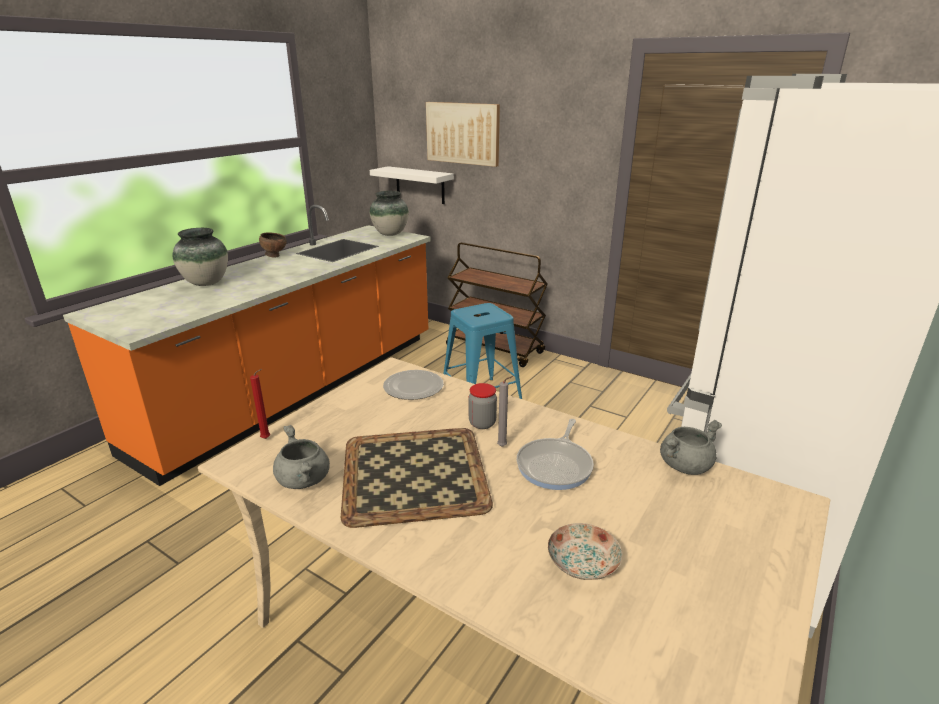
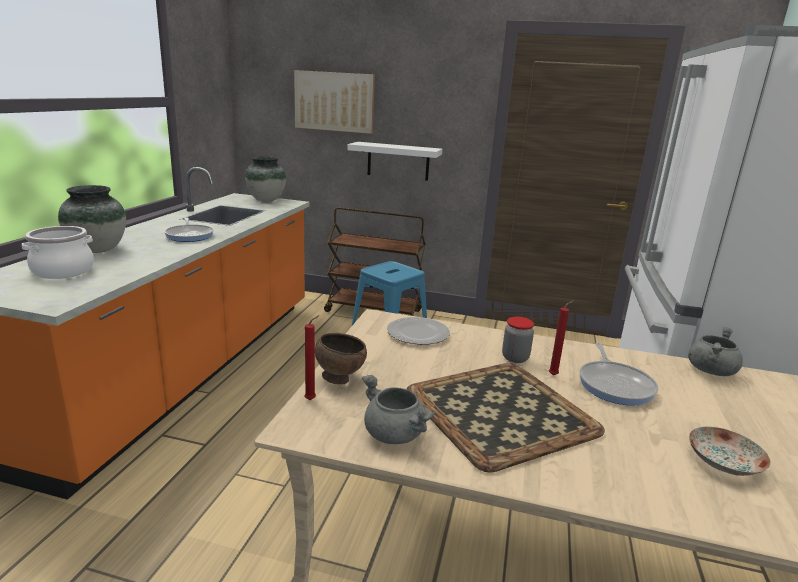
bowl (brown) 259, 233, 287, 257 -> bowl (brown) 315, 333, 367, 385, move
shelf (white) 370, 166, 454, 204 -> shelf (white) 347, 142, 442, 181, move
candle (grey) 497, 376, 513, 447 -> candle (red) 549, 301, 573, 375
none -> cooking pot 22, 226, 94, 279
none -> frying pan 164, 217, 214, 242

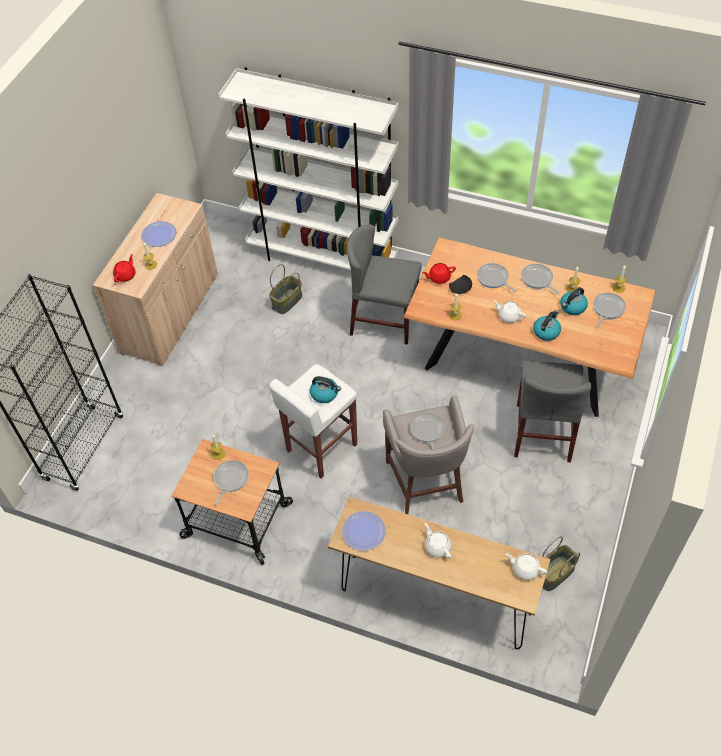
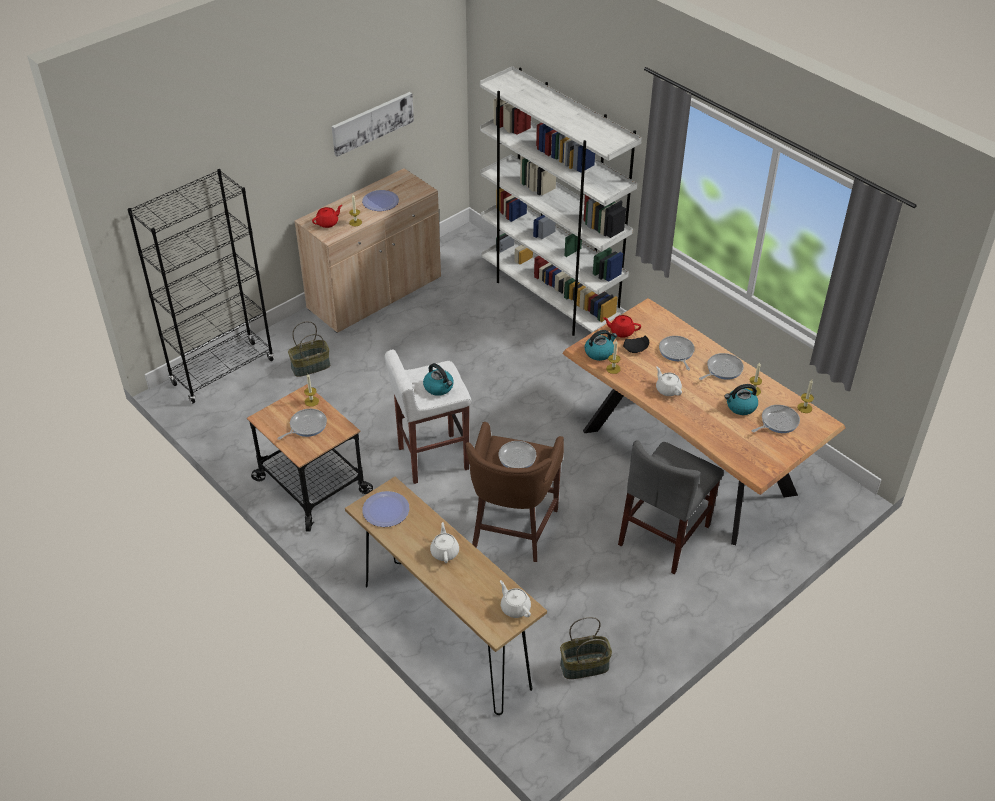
basket 269, 264, 302, 314 -> basket 288, 321, 330, 377, move
chair (grey) 347, 224, 422, 345 -> none
stool (grey) 383, 395, 474, 514 -> stool (brown) 465, 422, 564, 562
frying pan 521, 264, 560, 294 -> frying pan 699, 353, 744, 380, 60 degrees clockwise
kettle 533, 310, 561, 341 -> kettle 585, 330, 617, 361, move
none -> picture 332, 92, 414, 157

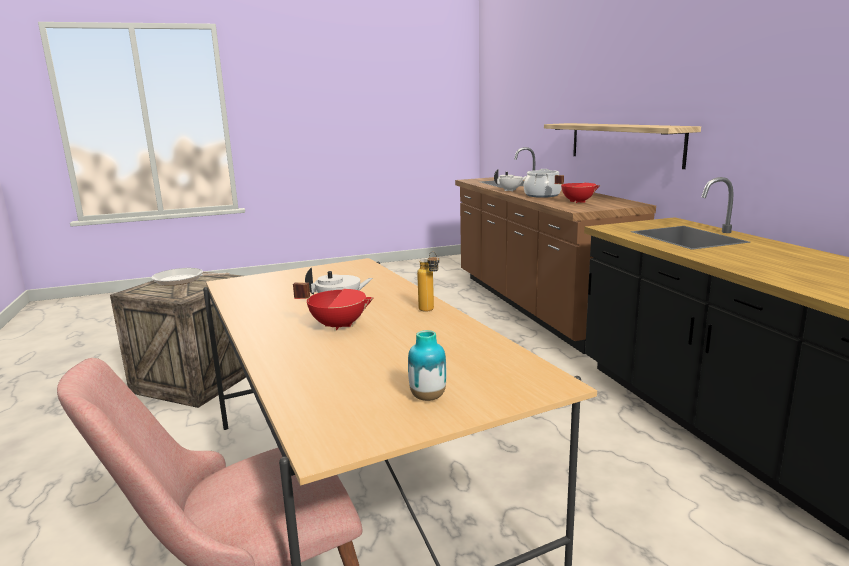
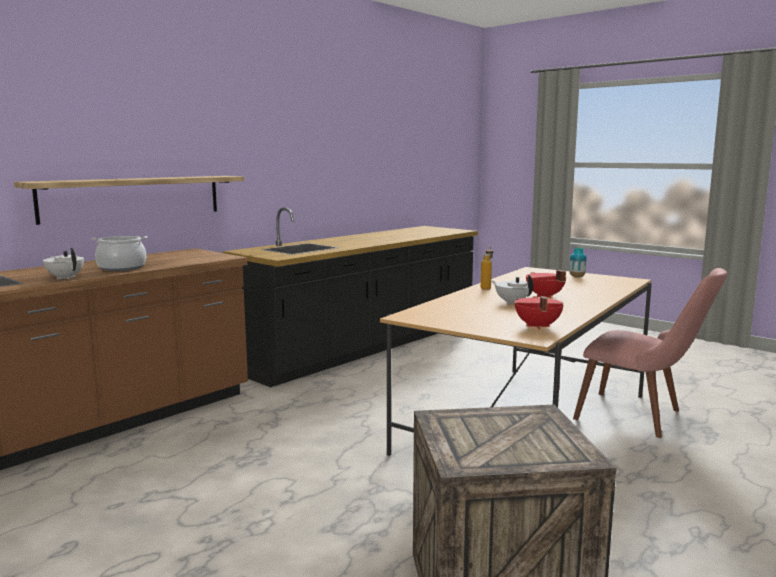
frying pan 151, 268, 230, 286 -> none
cooking pot (red) 555, 175, 600, 203 -> cooking pot (red) 514, 296, 564, 329, move

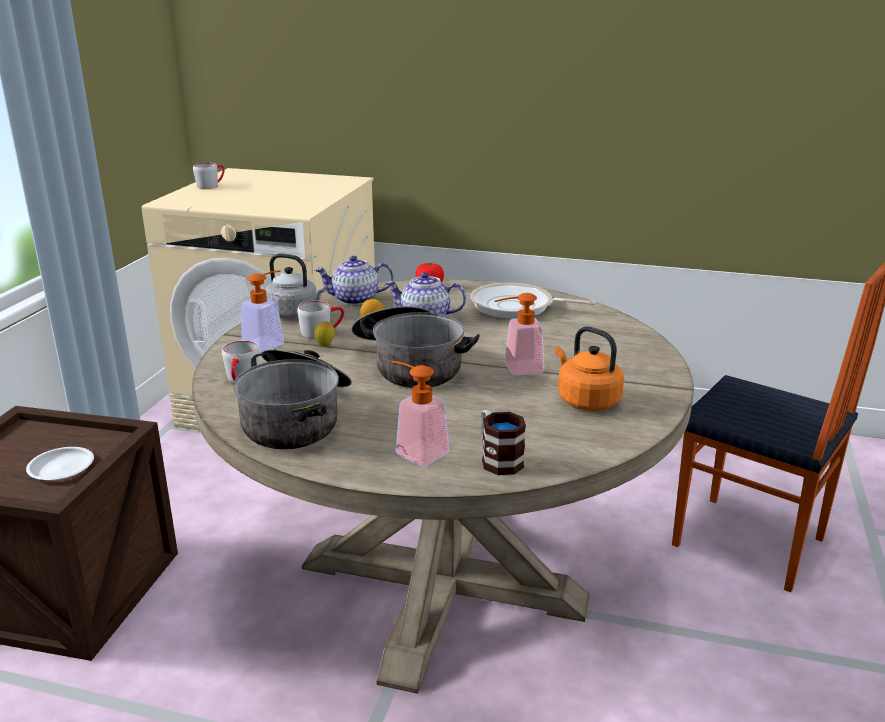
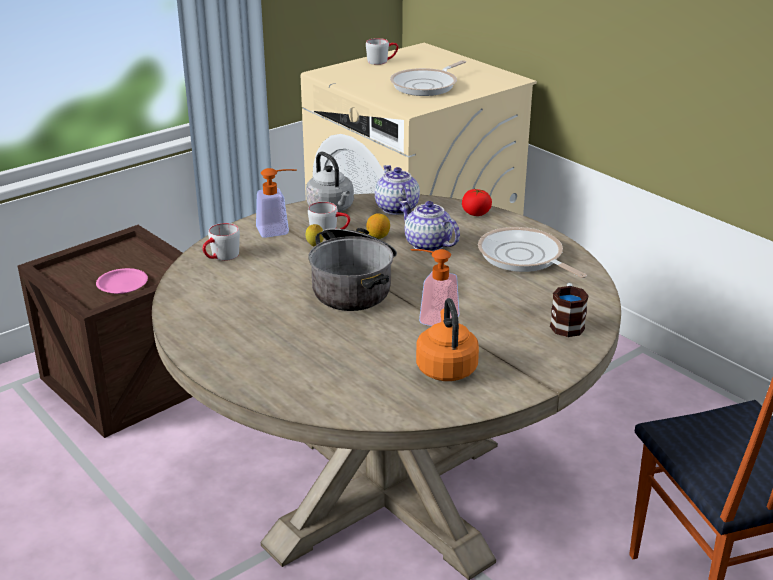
plate (white) 26, 447, 94, 481 -> plate (pink) 96, 268, 148, 294
cooking pot 233, 349, 352, 449 -> none
teapot 315, 256, 394, 305 -> teapot 375, 165, 420, 215, 45 degrees clockwise
soap dispenser 392, 361, 450, 466 -> none
mug 481, 410, 526, 475 -> mug 550, 283, 589, 337, move
none -> frying pan 390, 60, 466, 96

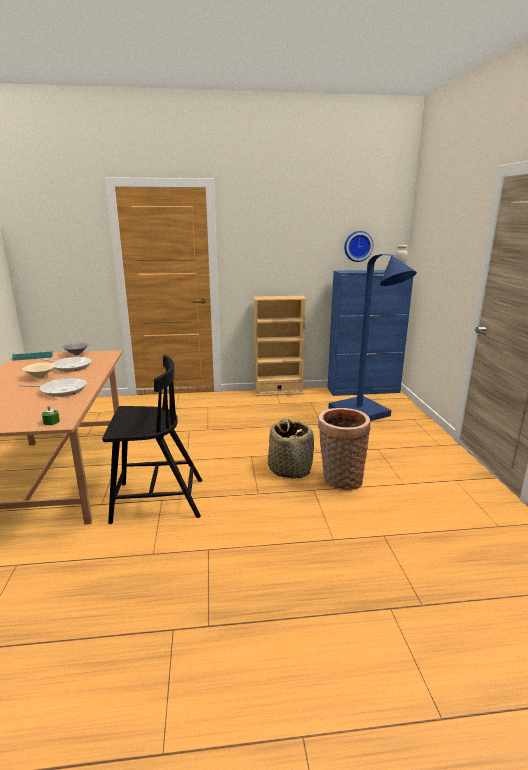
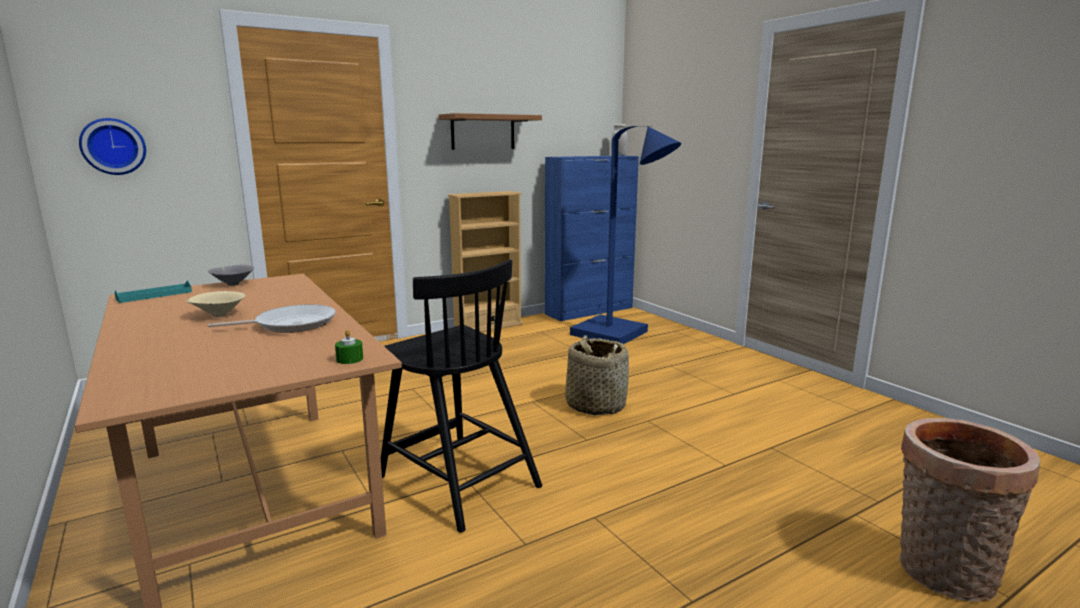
frying pan 41, 357, 92, 372 -> none
chair (black) 102, 355, 202, 524 -> chair (black) 381, 259, 542, 533, 75 degrees clockwise
basket 318, 408, 371, 491 -> basket 899, 418, 1040, 602, move
wall clock 344, 231, 373, 262 -> wall clock 79, 118, 146, 175, move
none -> shelf 439, 113, 542, 150

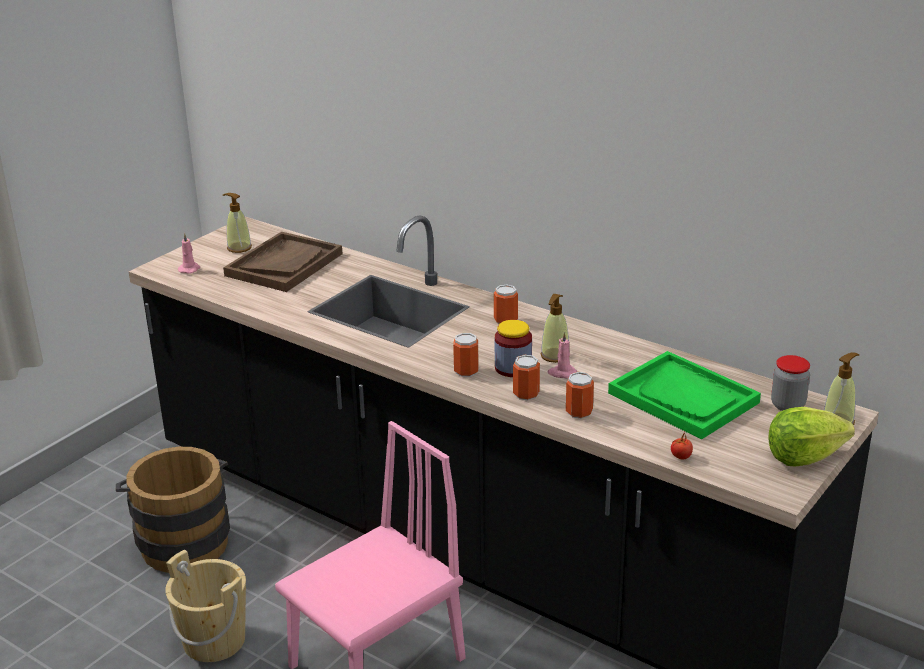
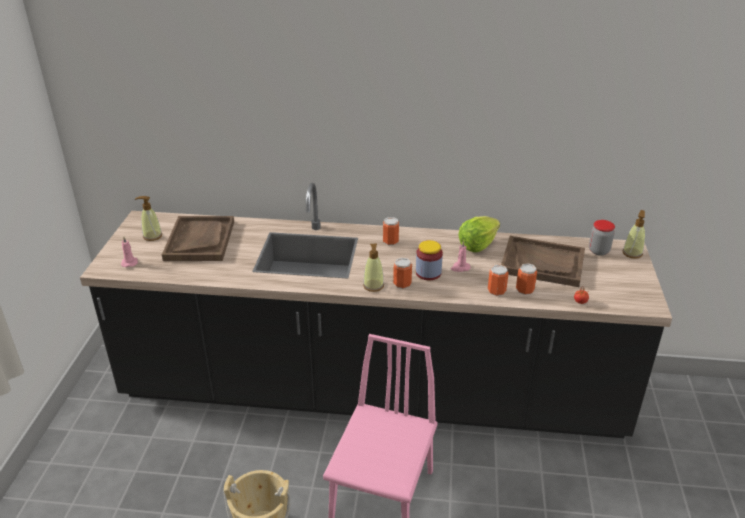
bucket (brown) 116, 447, 230, 573 -> none
can 513, 355, 540, 400 -> can 516, 263, 537, 295, move
soap dispenser 541, 294, 569, 363 -> soap dispenser 363, 244, 384, 292, move
tray (green) 608, 351, 761, 440 -> tray (brown) 501, 236, 585, 287
lettuce 769, 407, 855, 467 -> lettuce 458, 216, 500, 252, move

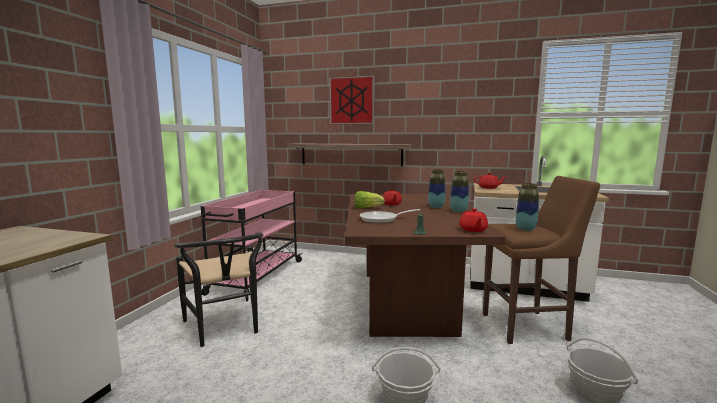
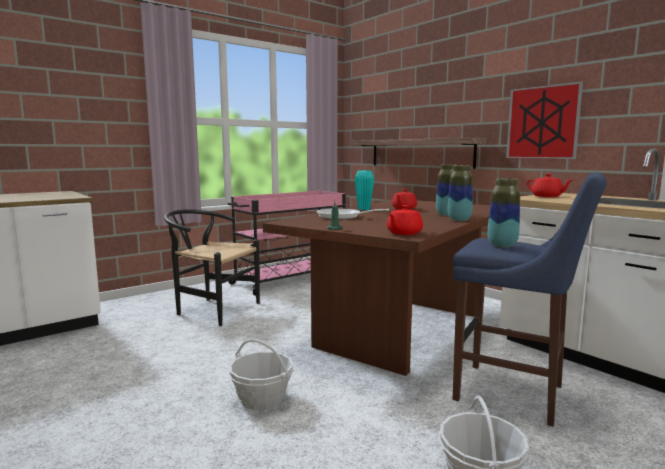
chair (black) 174, 233, 263, 347 -> chair (black) 164, 209, 260, 326, 105 degrees clockwise
picture 329, 75, 374, 124 -> picture 506, 82, 583, 159, move
lettuce 354, 191, 385, 208 -> vase (turquoise) 355, 170, 374, 210
stool (brown) 483, 176, 600, 344 -> stool (blue) 453, 172, 607, 426

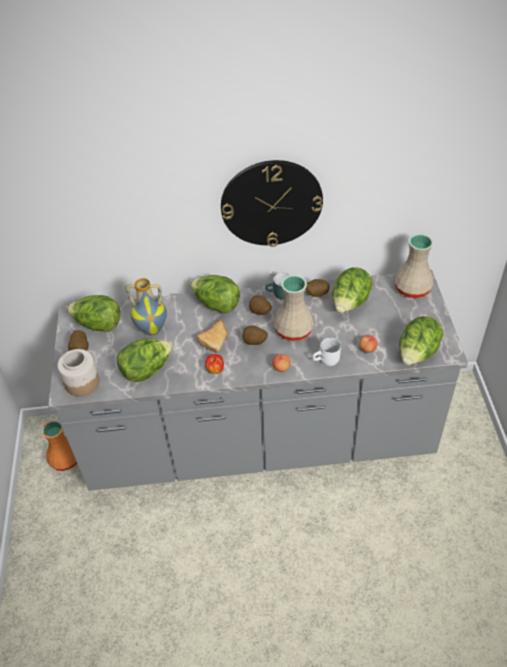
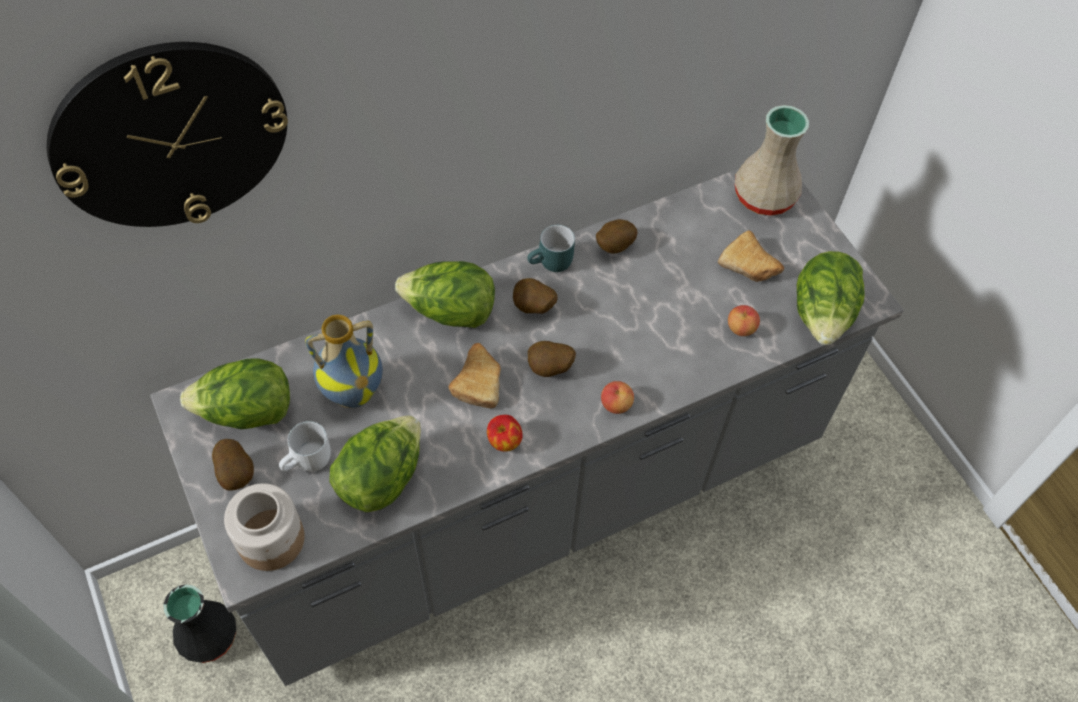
vase (orange) 42, 420, 77, 471 -> vase (black) 163, 584, 236, 663
wall clock 221, 160, 323, 247 -> wall clock 47, 42, 288, 227, move
vase (beige) 274, 275, 314, 341 -> none
mug (white) 312, 337, 341, 366 -> mug (white) 279, 421, 331, 472, move
lettuce 332, 267, 373, 313 -> none
none -> bread 718, 230, 784, 282

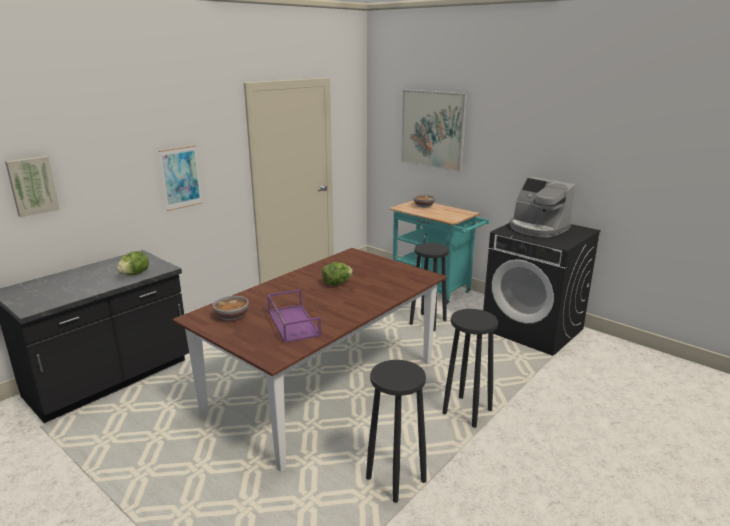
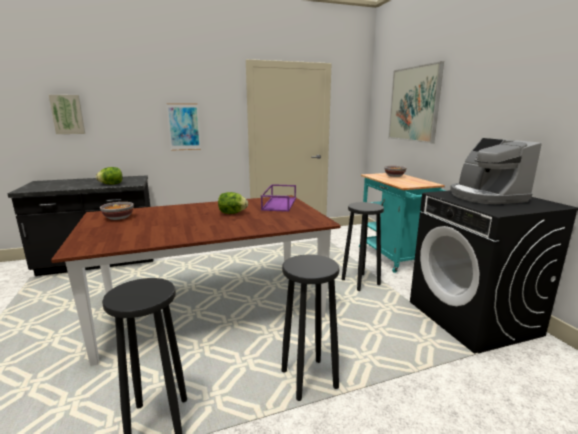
tray (purple) 267, 289, 321, 343 -> tray (purple) 261, 184, 296, 212, move

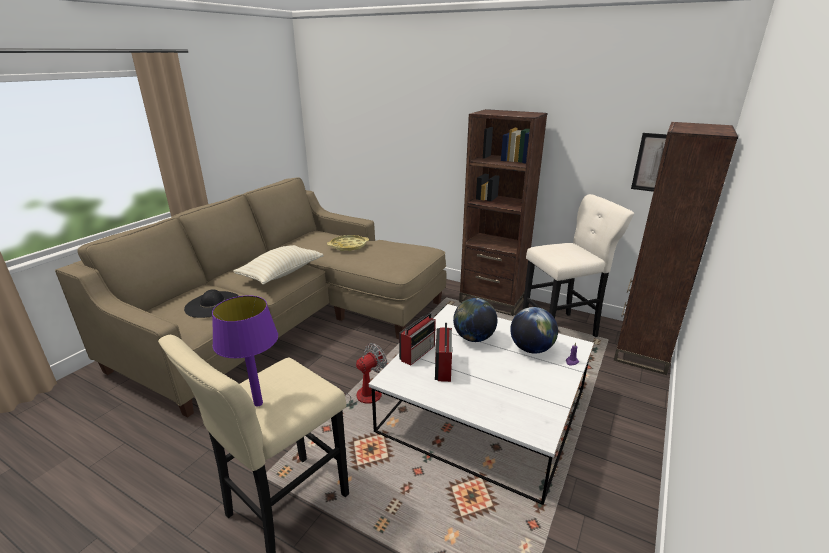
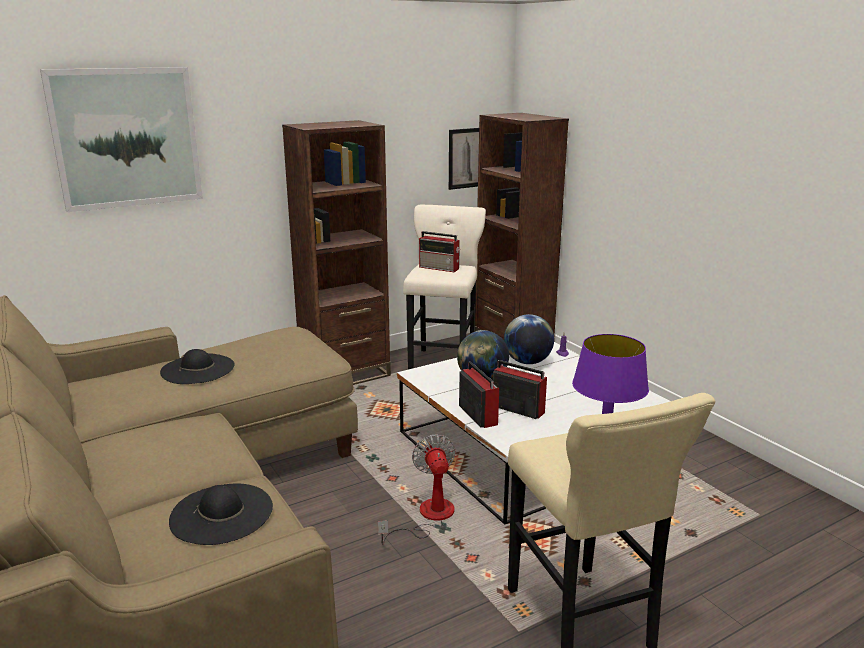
pillow (beige) 233, 245, 324, 285 -> none
tray (yellow) 327, 235, 369, 251 -> hat (black) 160, 349, 234, 384
none -> picture 40, 67, 203, 212
none -> radio 419, 231, 460, 272

